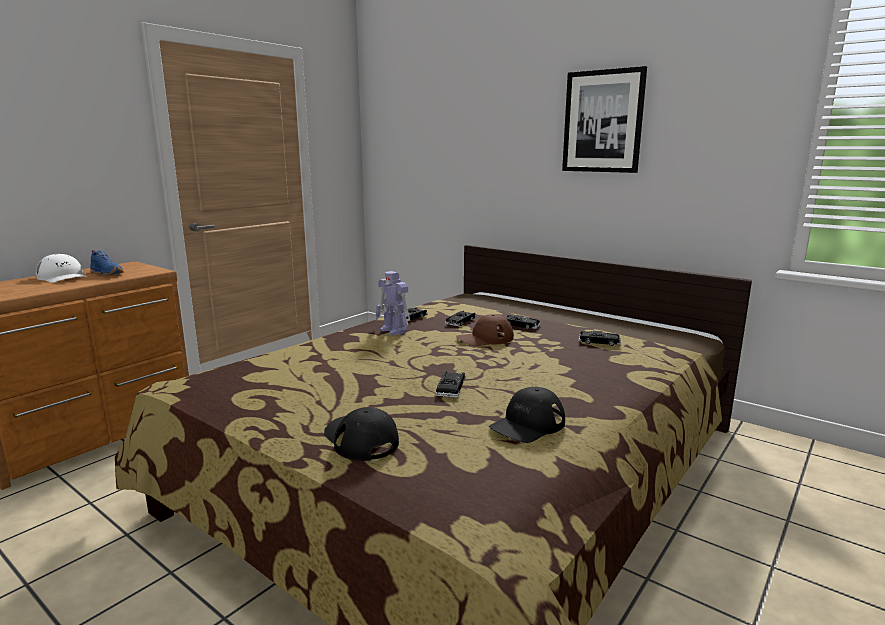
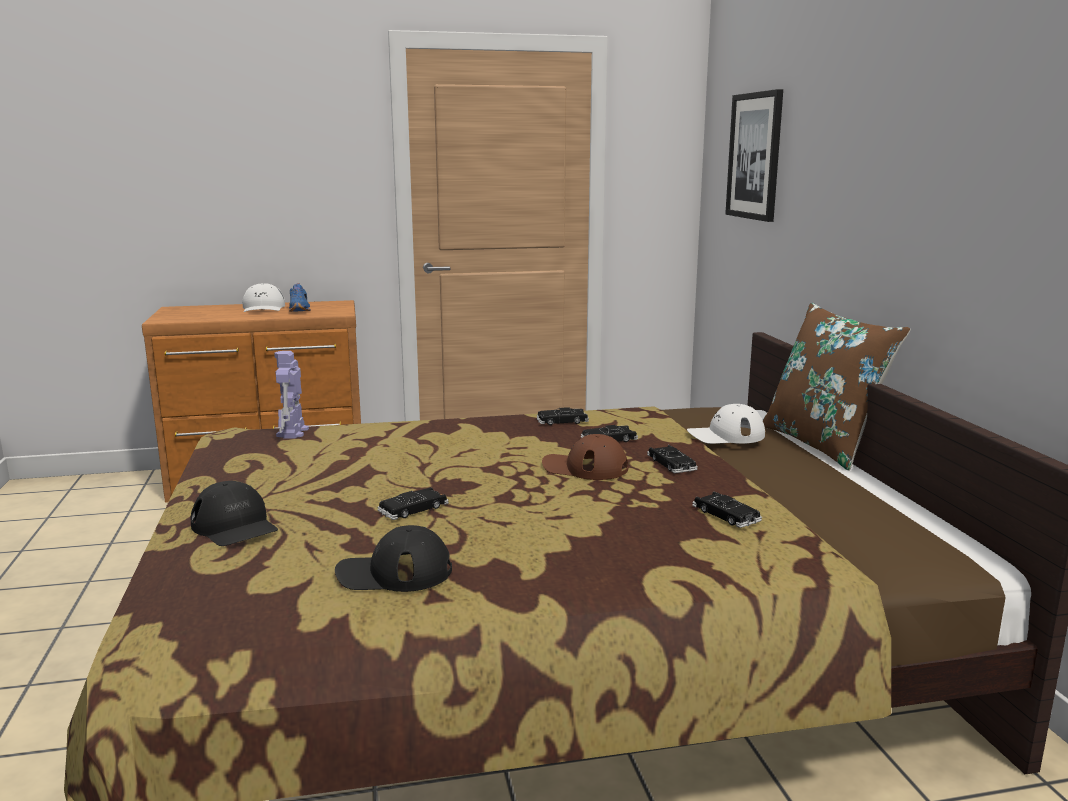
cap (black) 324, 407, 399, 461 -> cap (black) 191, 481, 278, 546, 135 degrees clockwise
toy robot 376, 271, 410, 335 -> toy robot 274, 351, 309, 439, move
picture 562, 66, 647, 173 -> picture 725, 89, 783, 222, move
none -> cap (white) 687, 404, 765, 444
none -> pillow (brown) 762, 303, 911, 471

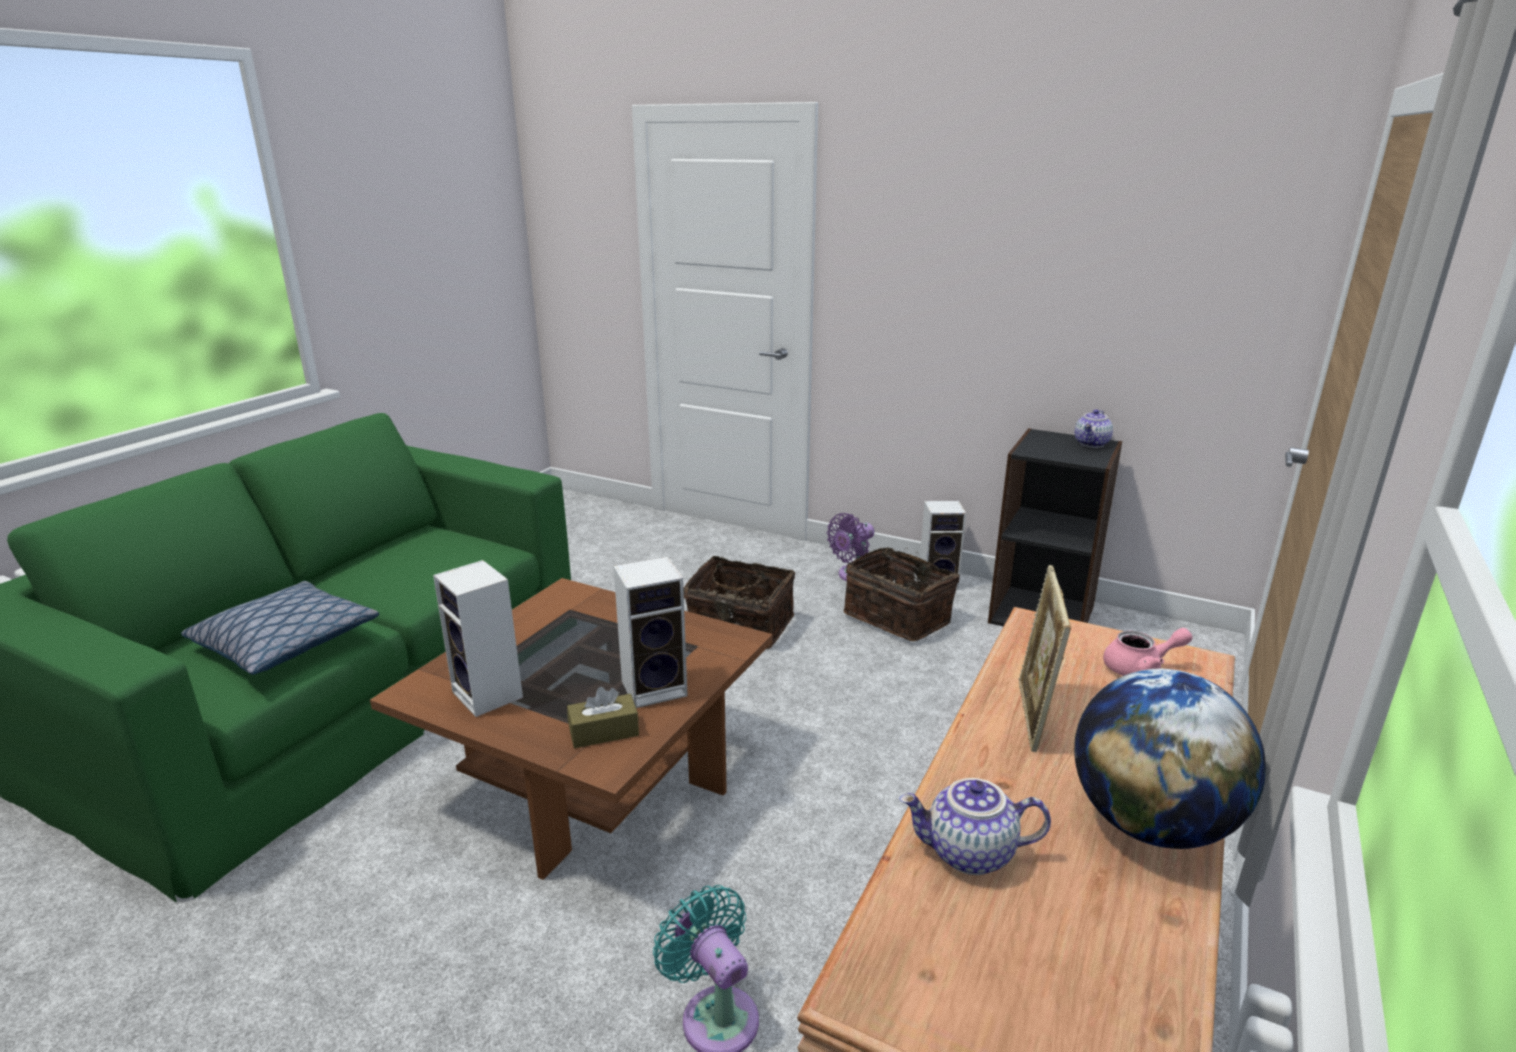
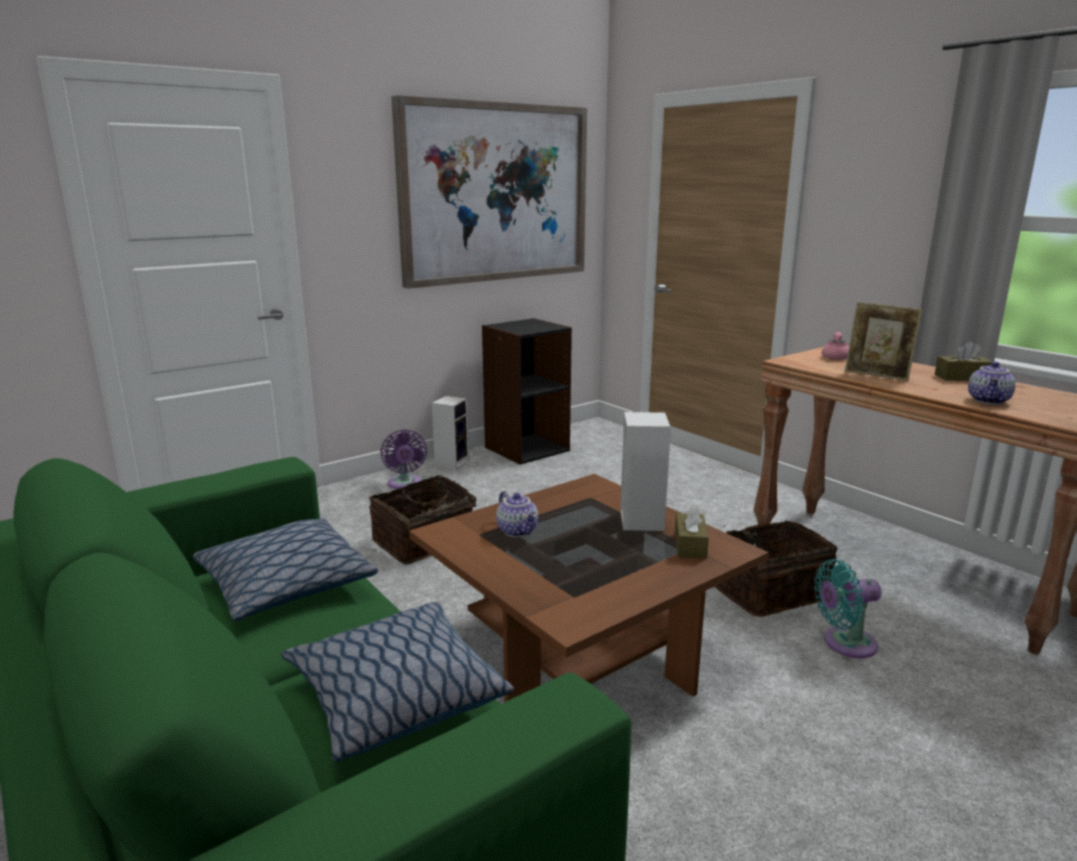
speaker 433, 560, 523, 717 -> none
basket 843, 548, 960, 641 -> basket 715, 521, 837, 617, move
teapot 1074, 409, 1113, 448 -> teapot 496, 491, 538, 537, move
globe 1074, 669, 1266, 849 -> tissue box (brown) 935, 341, 993, 381
none -> pillow 193, 518, 378, 621
none -> picture 391, 95, 587, 289

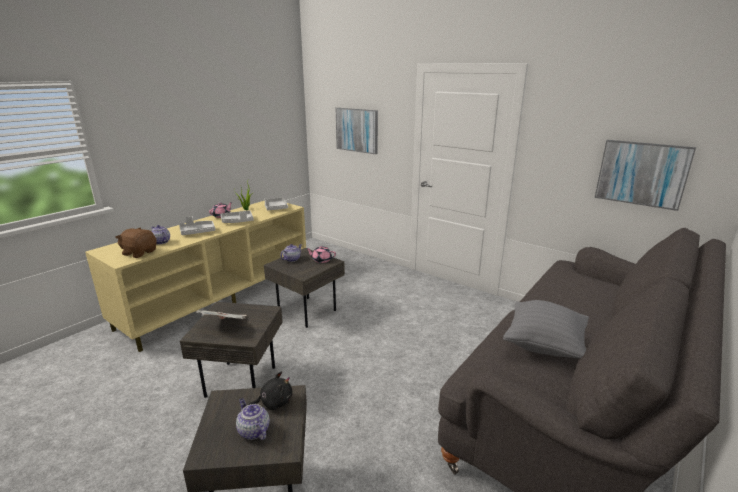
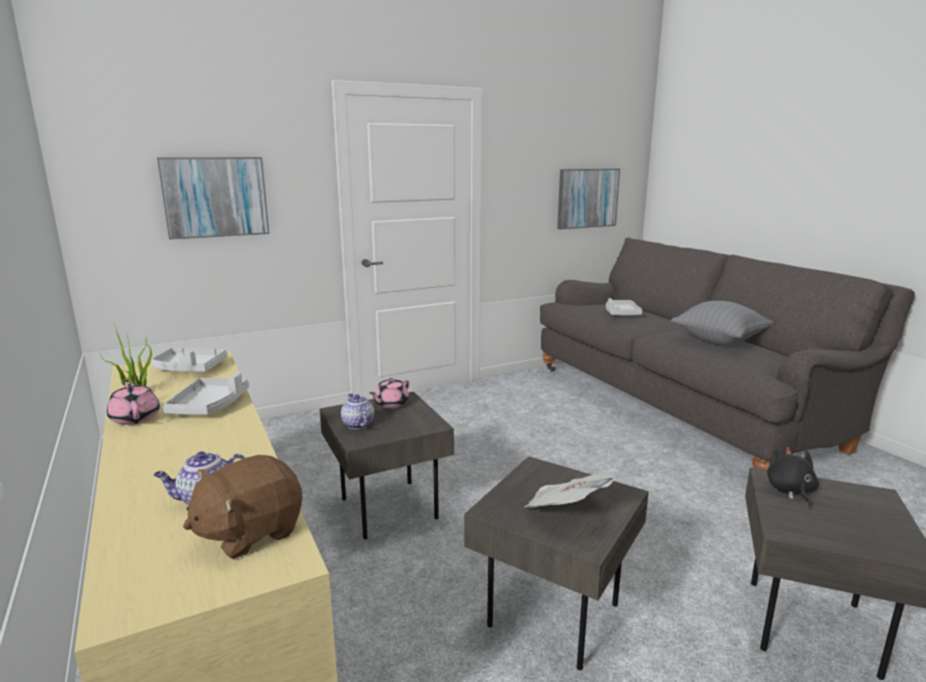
tray (grey) 179, 217, 215, 235 -> tray (grey) 606, 298, 643, 316, move
teapot 236, 398, 270, 440 -> none

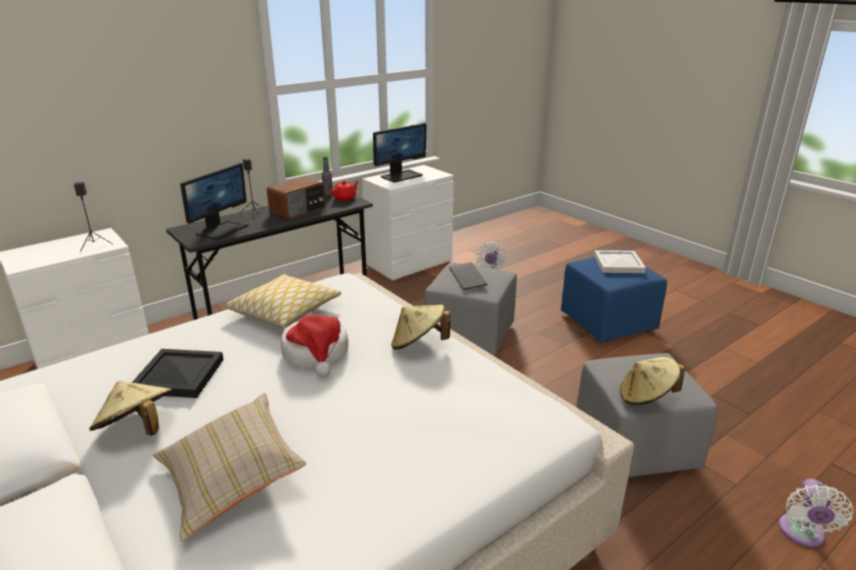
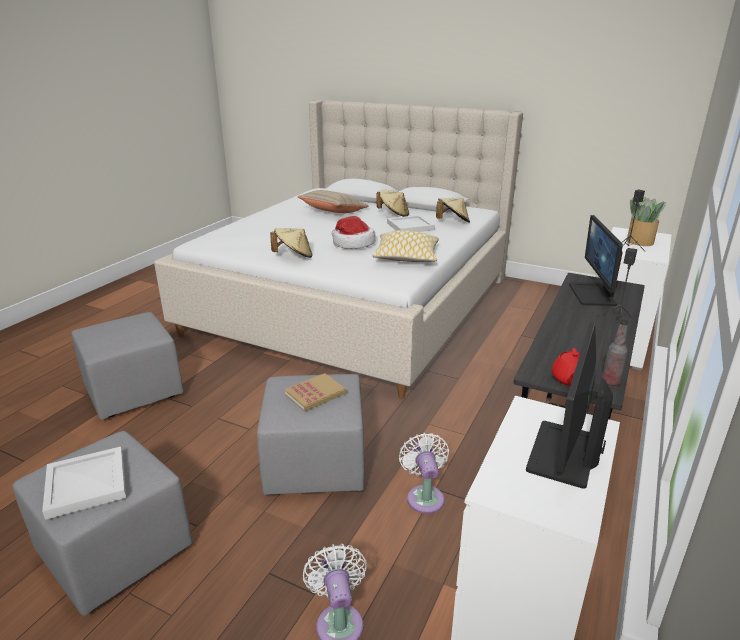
tray (black) 132, 349, 224, 398 -> tray (white) 387, 215, 435, 232
radio 267, 177, 326, 220 -> none
keyboard 449, 262, 487, 290 -> book 284, 373, 346, 412
ottoman (blue) 561, 257, 667, 342 -> ottoman (grey) 12, 431, 193, 616
hat (beige) 620, 357, 685, 405 -> hat (beige) 436, 198, 470, 223, move
fan (white) 779, 479, 853, 547 -> fan (white) 399, 433, 449, 514, move
none -> potted plant 627, 197, 666, 246

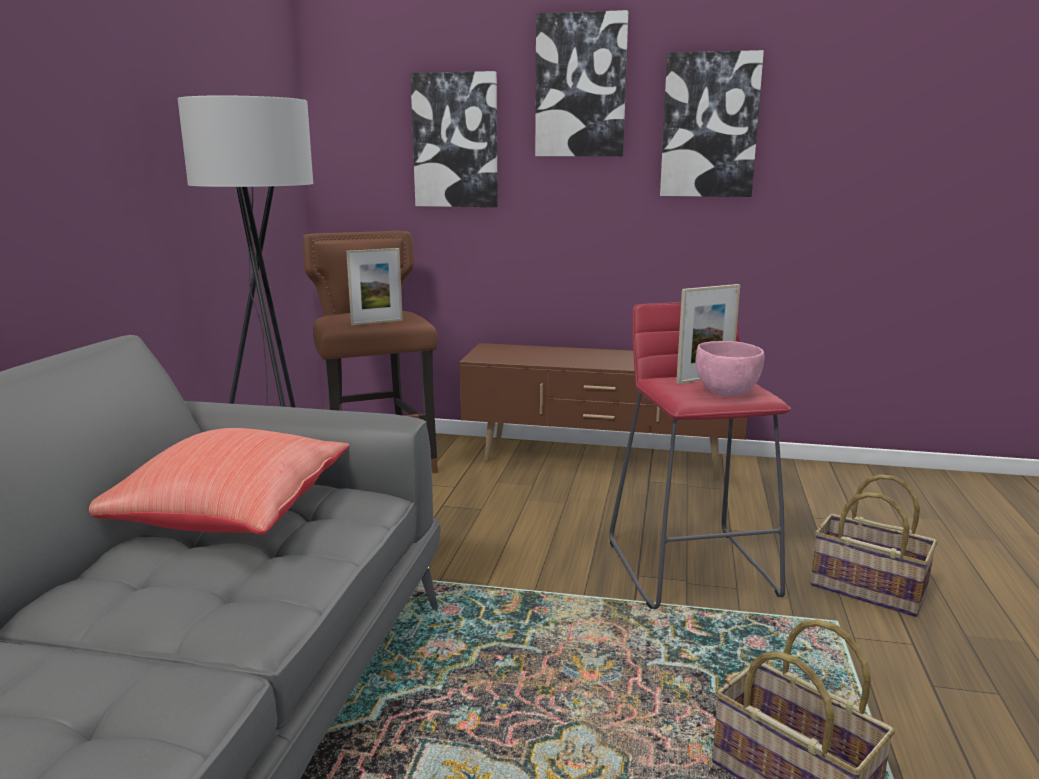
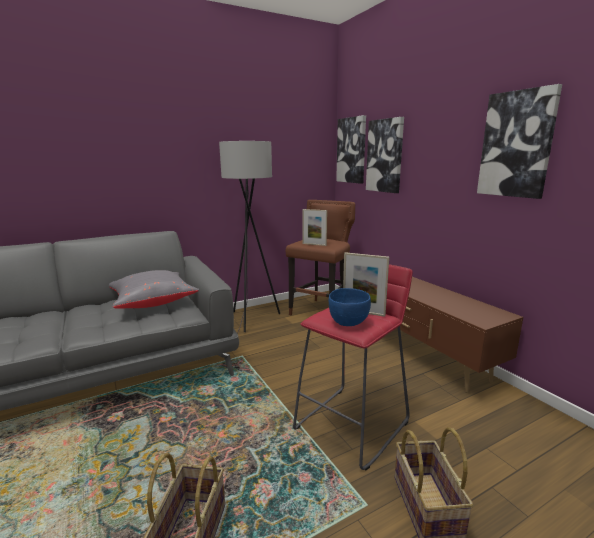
pillow (red) 89, 428, 349, 535 -> pillow (grey) 109, 270, 199, 309
picture 535, 10, 628, 156 -> picture 336, 115, 366, 184, move
bowl (pink) 696, 341, 764, 397 -> bowl (blue) 329, 288, 371, 326

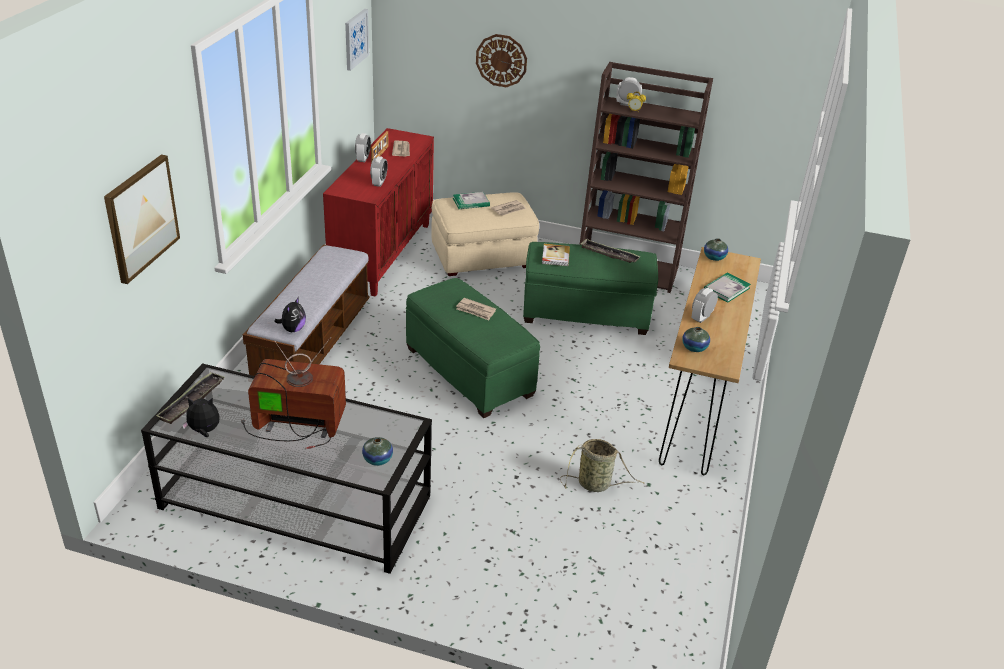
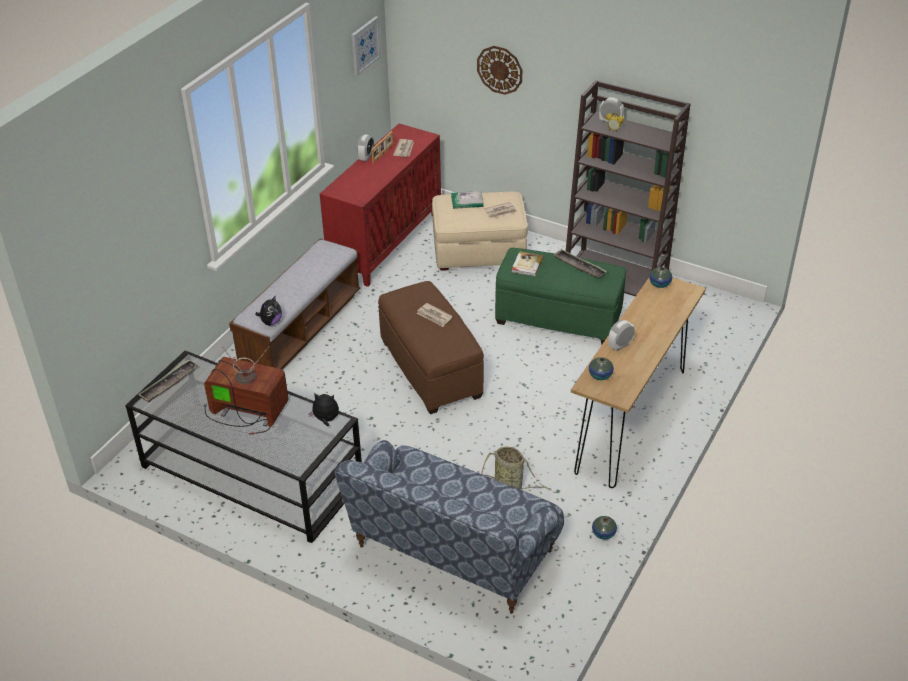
picture 104, 154, 180, 284 -> none
plush toy 182, 398, 220, 437 -> plush toy 309, 393, 339, 426, move
vase 362, 437, 393, 466 -> vase 592, 516, 617, 540, move
alarm clock 370, 156, 388, 187 -> none
ottoman (green) 406, 278, 540, 418 -> ottoman (brown) 378, 281, 484, 414
book 704, 272, 751, 302 -> none
none -> sofa 335, 440, 564, 614

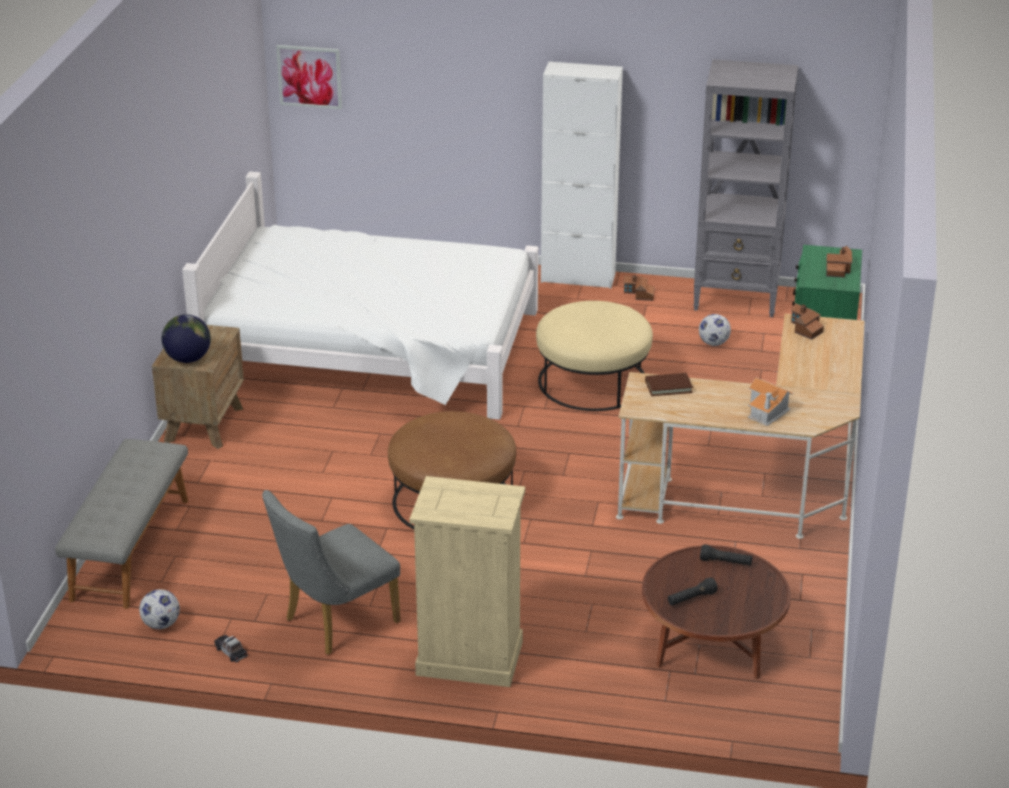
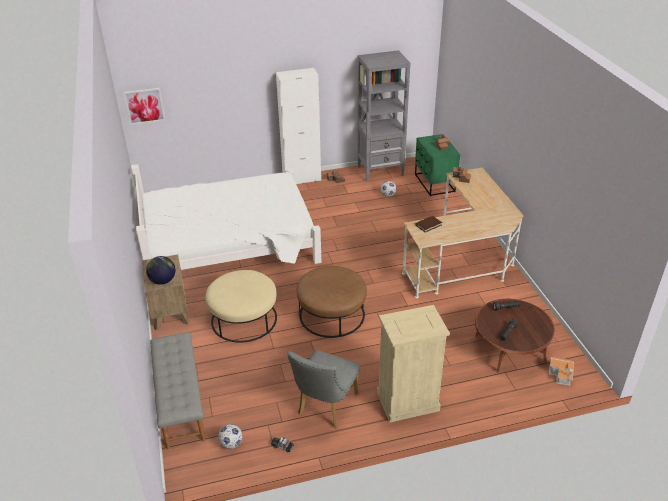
ottoman (beige) 536, 301, 653, 411 -> ottoman (beige) 206, 270, 277, 343, move
toy house 748, 377, 794, 426 -> toy house 549, 357, 574, 386, move

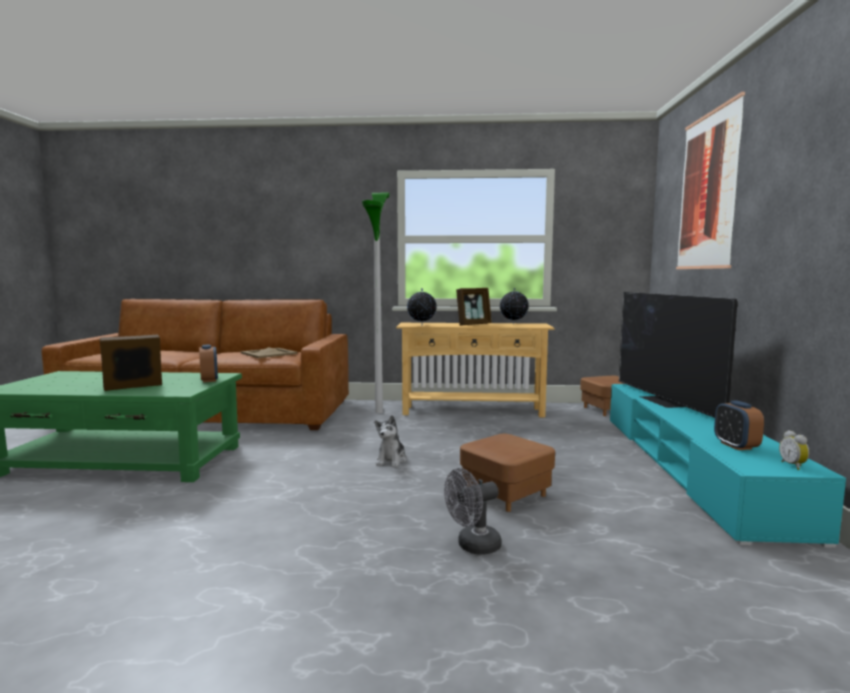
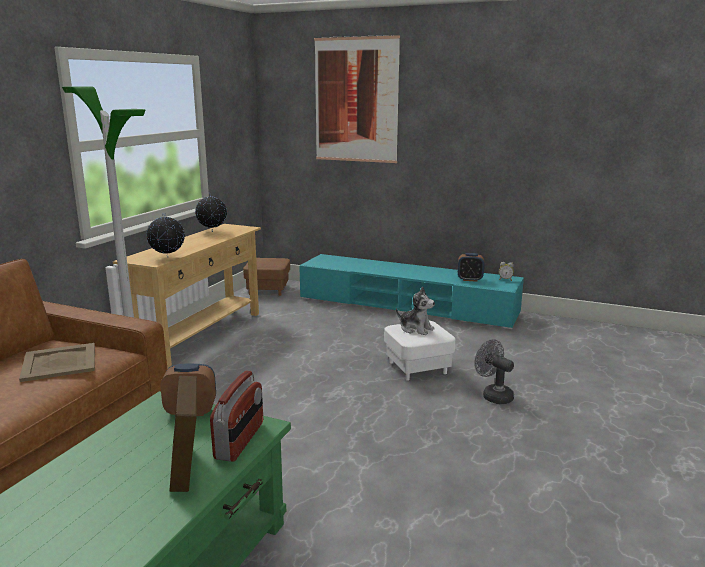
plush toy 375, 415, 407, 467 -> plush toy 396, 287, 435, 335, move
fan (grey) 444, 468, 502, 555 -> fan (grey) 475, 339, 514, 404, 150 degrees clockwise
picture frame 456, 288, 492, 326 -> none
ottoman (brown) 460, 434, 555, 512 -> ottoman (white) 384, 321, 455, 381
television 619, 292, 738, 418 -> none
none -> radio 210, 370, 263, 462

